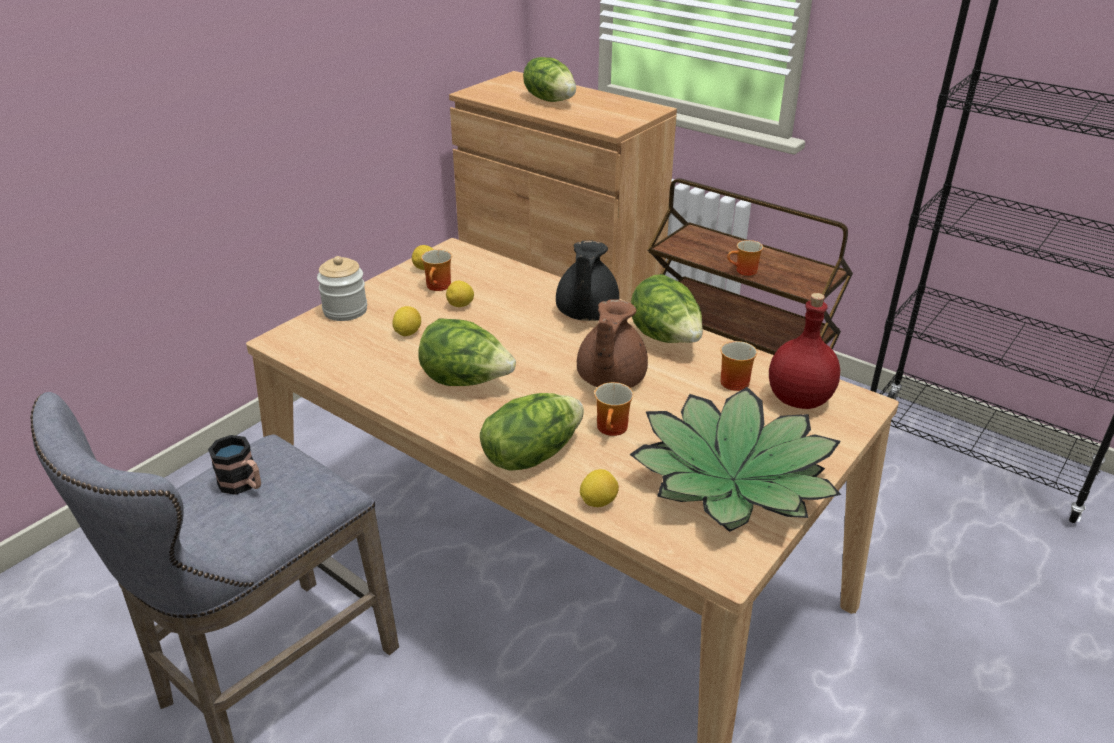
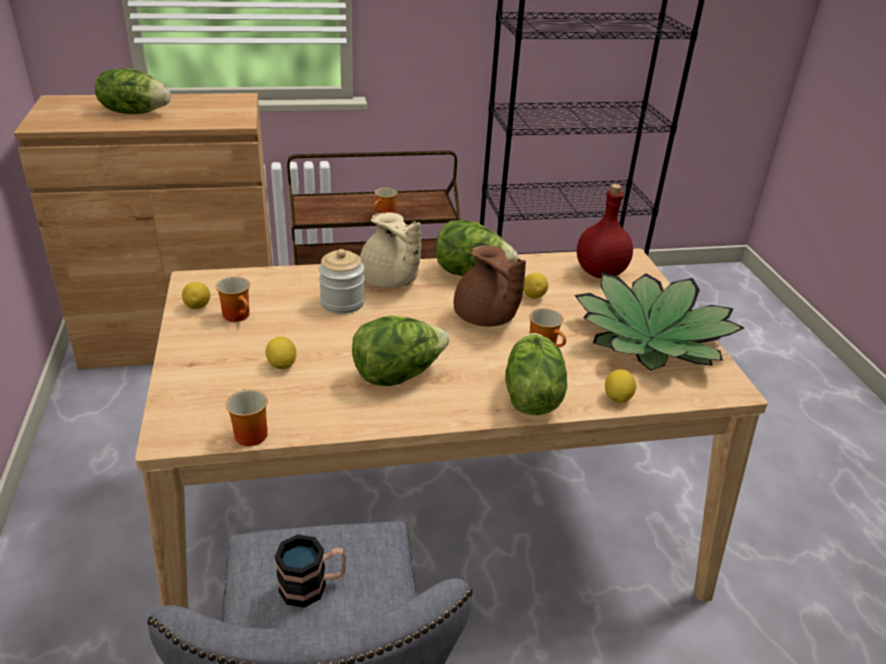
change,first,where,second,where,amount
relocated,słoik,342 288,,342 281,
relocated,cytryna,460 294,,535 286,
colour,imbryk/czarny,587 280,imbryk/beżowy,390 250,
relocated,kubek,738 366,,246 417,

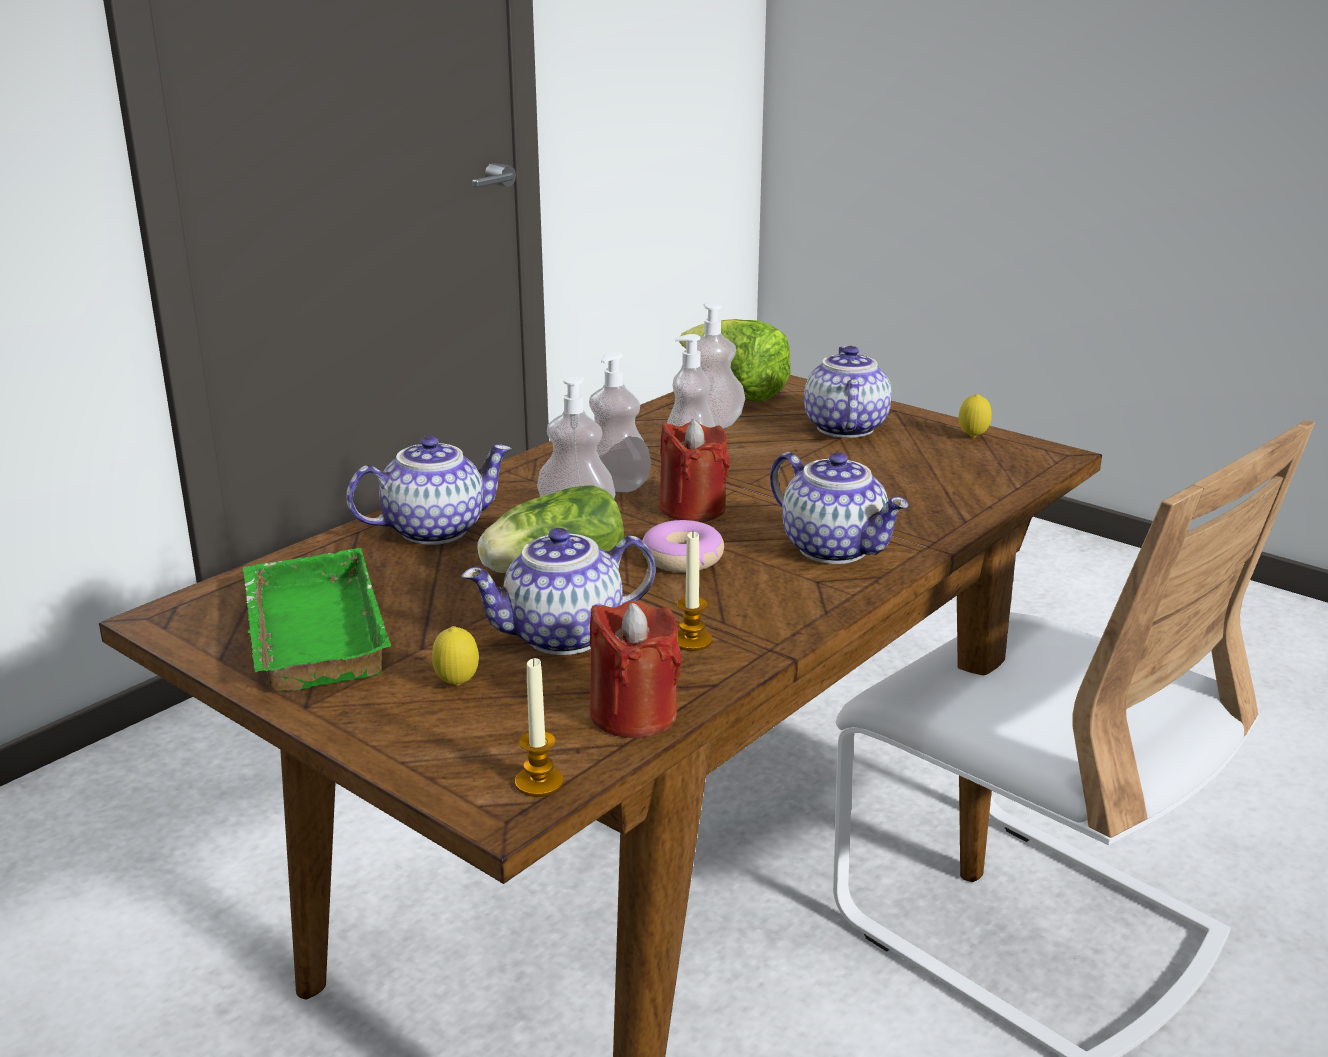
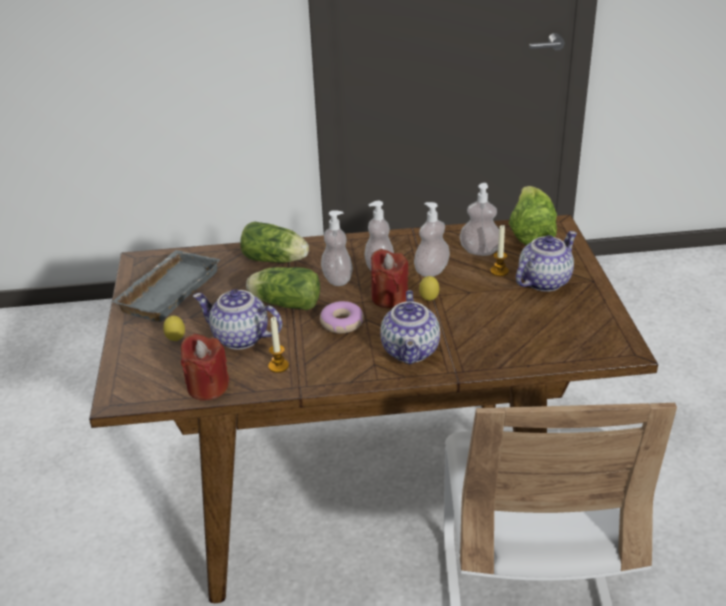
change,first,where,second,where,amount
colour,taca/zielony,316 620,taca/szary,166 286,
exchanged,imbryk,429 490,sałata,274 242,
relocated,świeca,539 727,,499 250,
relocated,cytryna,975 416,,429 288,

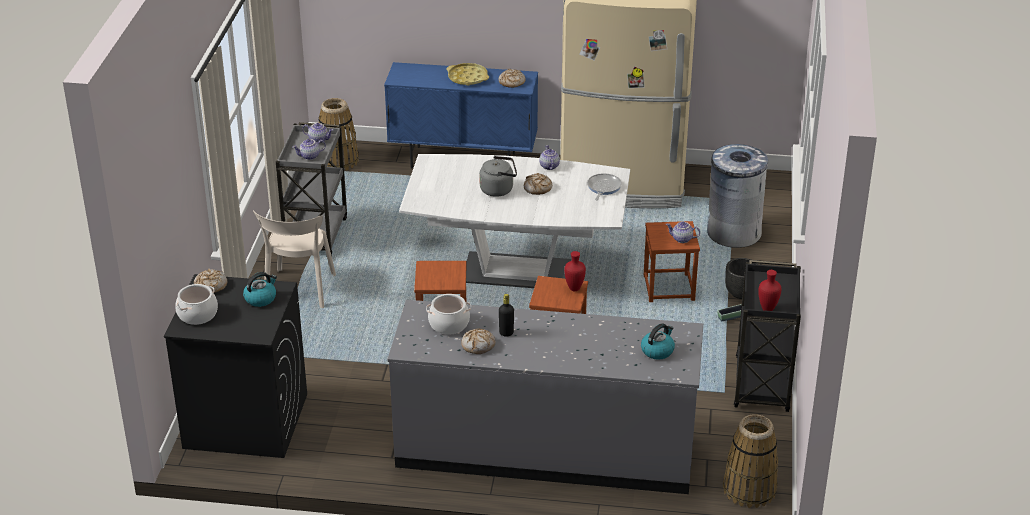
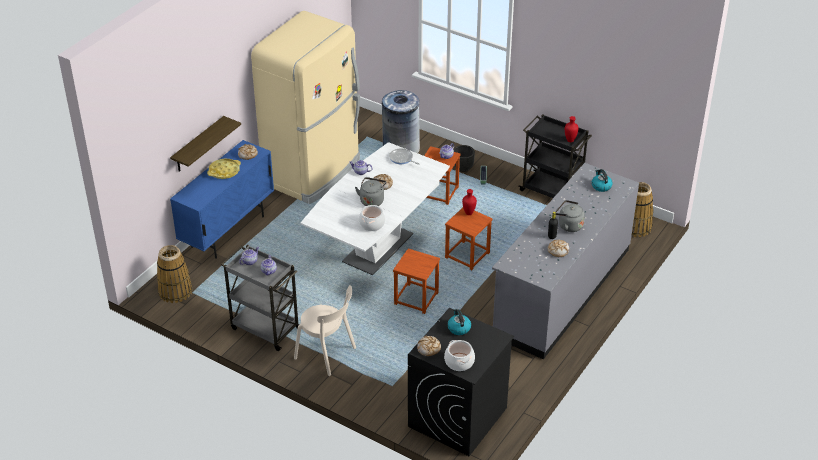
change,first,where,second,where,amount
relocated,garnek,448 314,,372 218,
appeared,,,półka,205 144,
appeared,,,czajnik/szary,570 216,

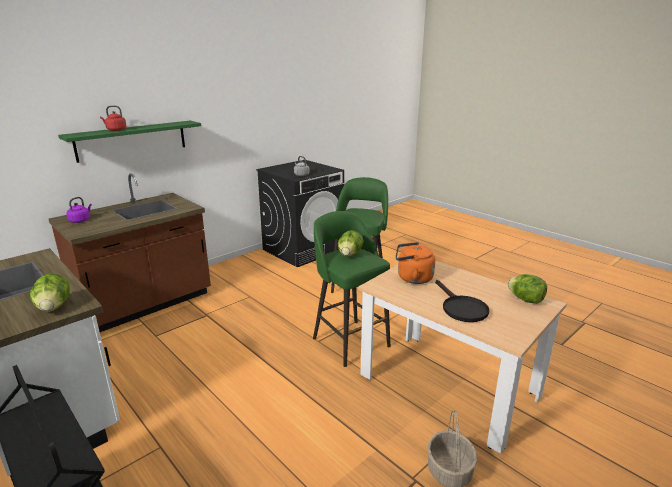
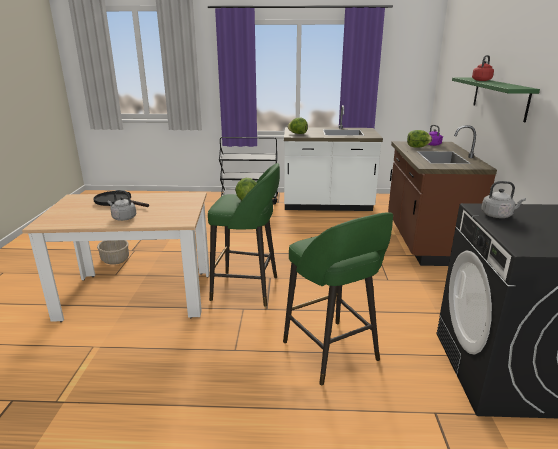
change,first,where,second,where,amount
missing,czajnik/pomarańczowy,415 263,,,
relocated,sałata,527 289,,419 139,
appeared,,,czajnik/szary,122 205,

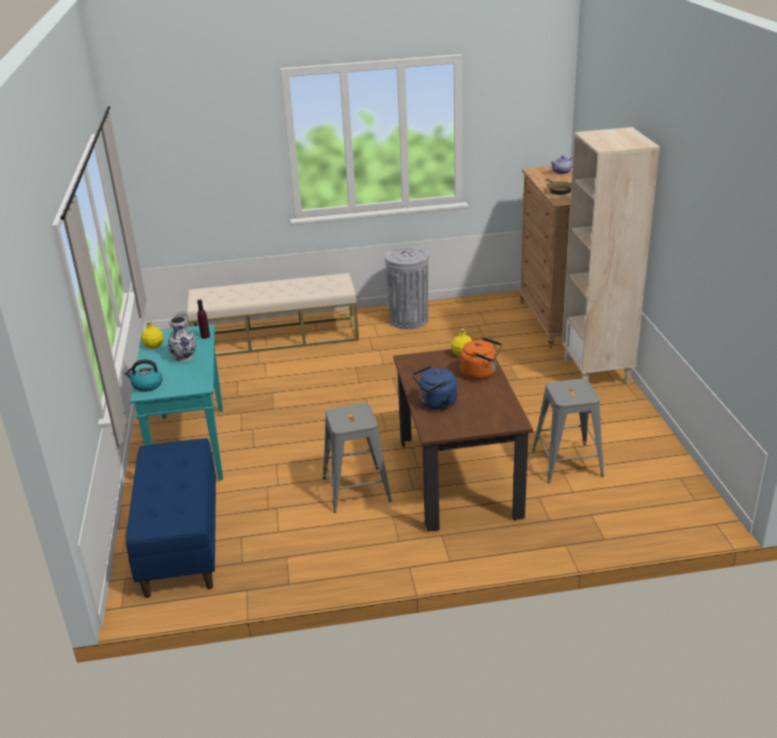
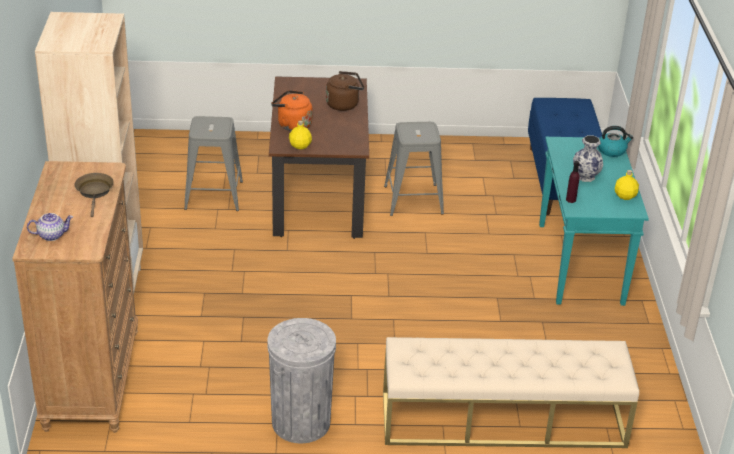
change,first,where,second,where,amount
colour,czajnik/niebieski,434 388,czajnik/brązowy,345 91,

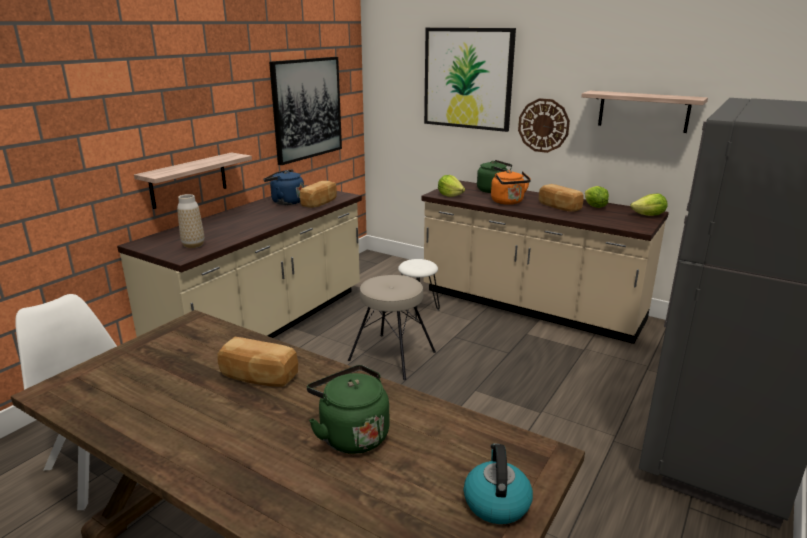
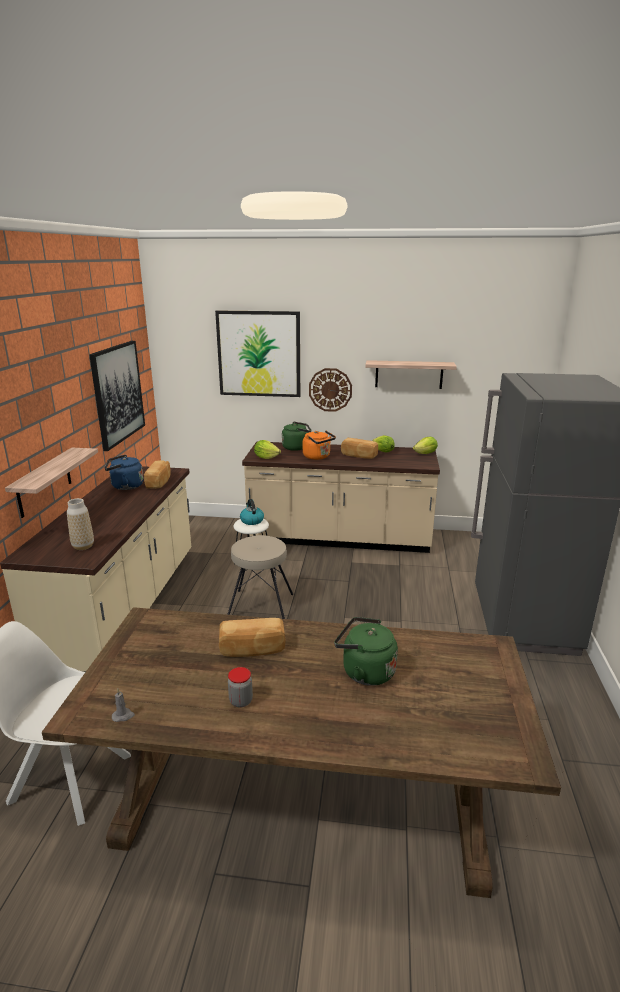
change,first,where,second,where,amount
relocated,czajnik,498 484,,252 512,
appeared,,,świeca/szary,123 705,
appeared,,,słoik,240 687,

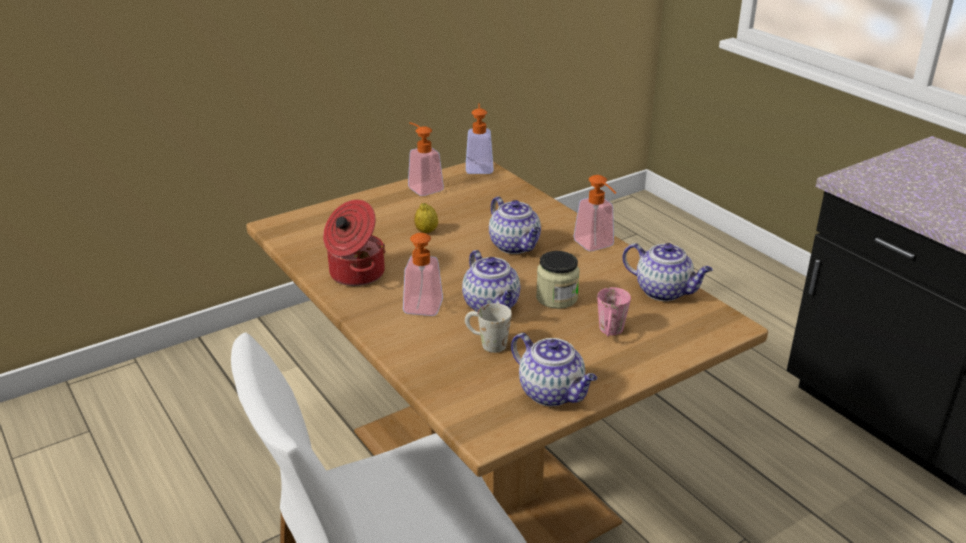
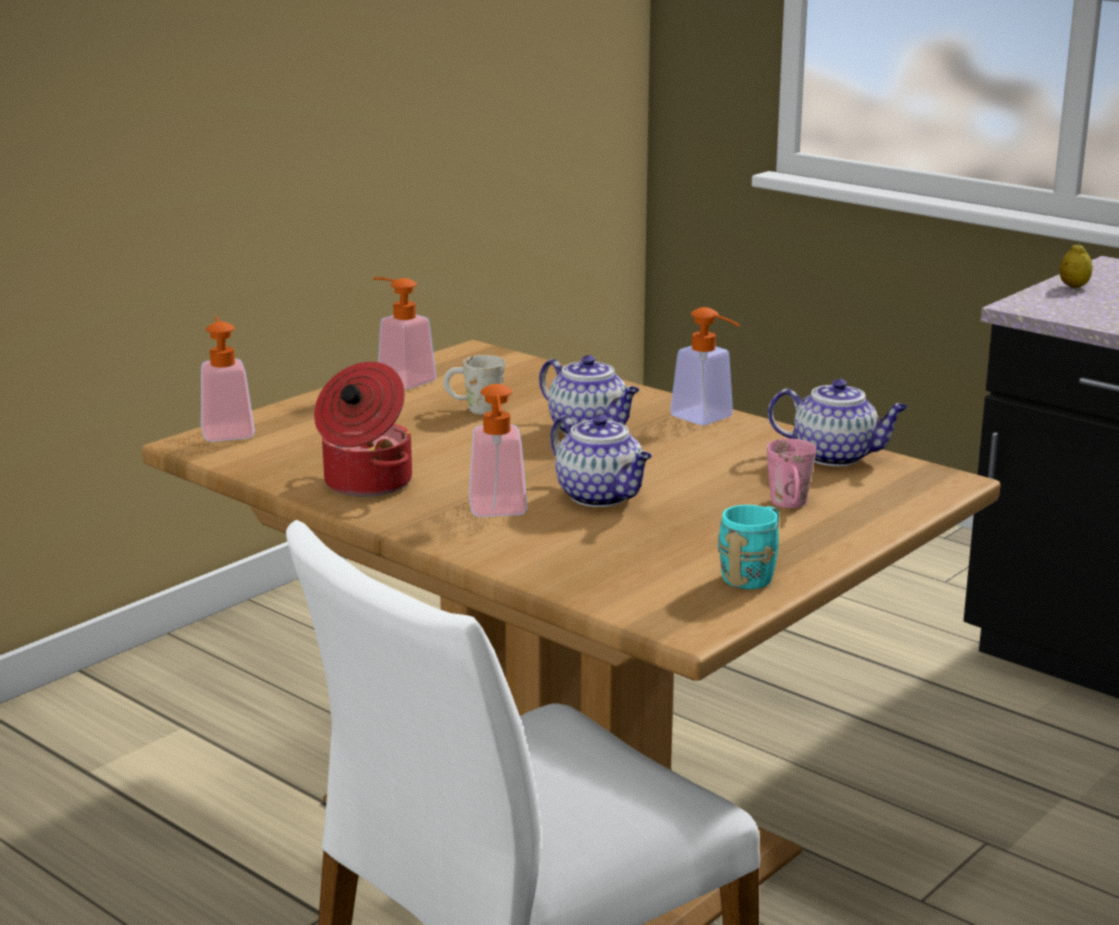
change,first,where,second,where,amount
relocated,cytryna,426 218,,1076 266,
relocated,kubek/biały,488 328,,474 385,
relocated,dozownik mydła,480 138,,228 379,
exchanged,imbryk,554 369,kubek/turkusowy,748 547,
missing,słoik,558 280,,,

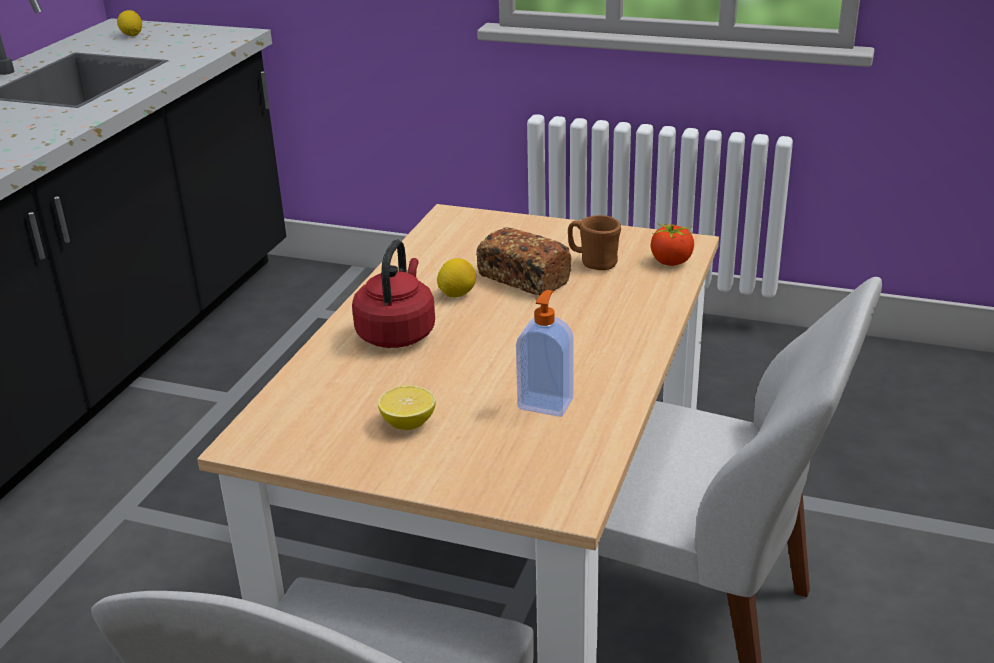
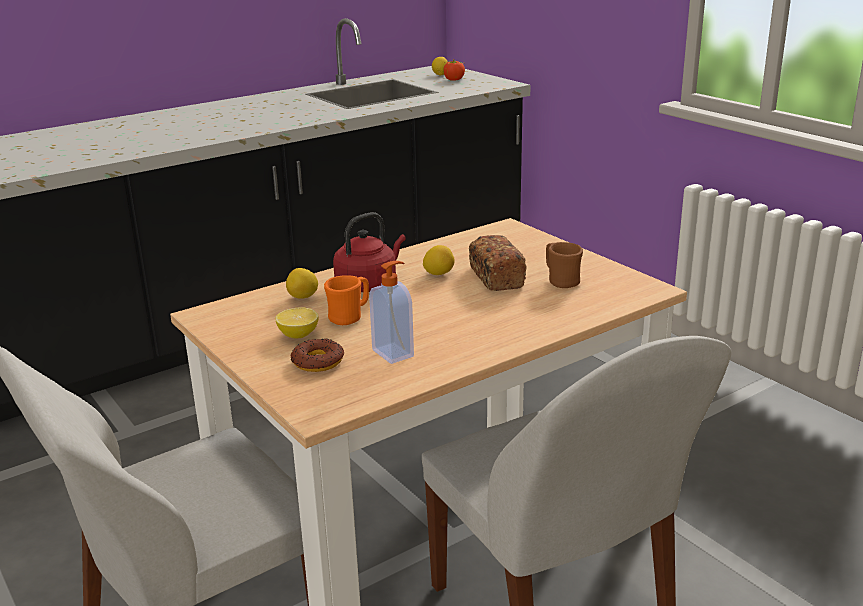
change,first,where,second,where,amount
relocated,pomidor,672 244,,454 70,
appeared,,,cytryna,302 283,
appeared,,,donut,317 355,
appeared,,,kubek/pomarańczowy,346 300,

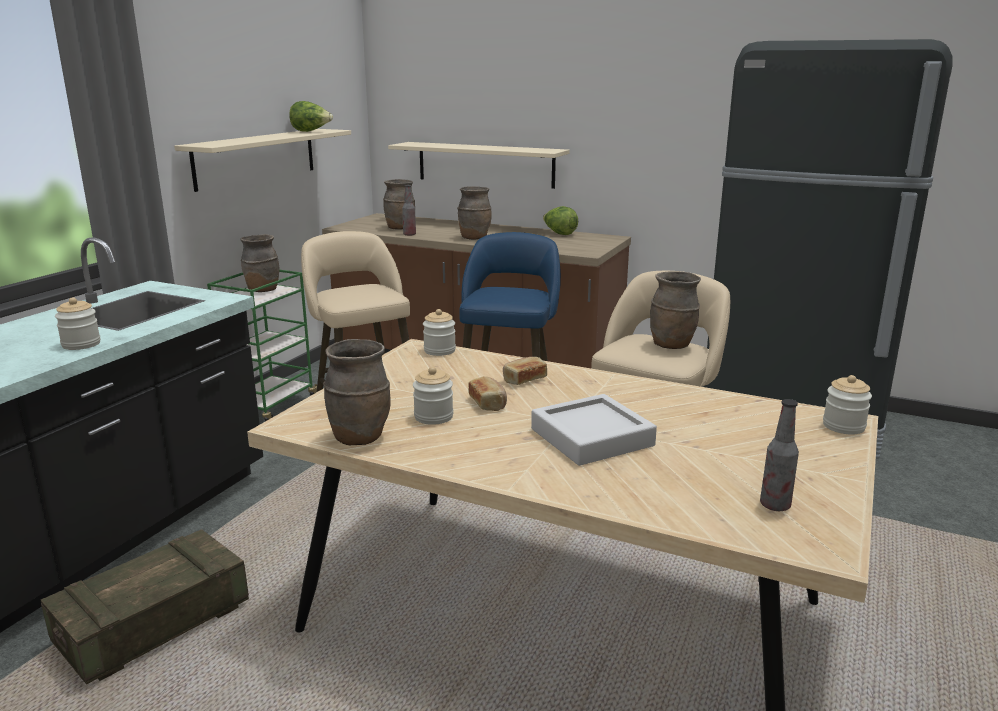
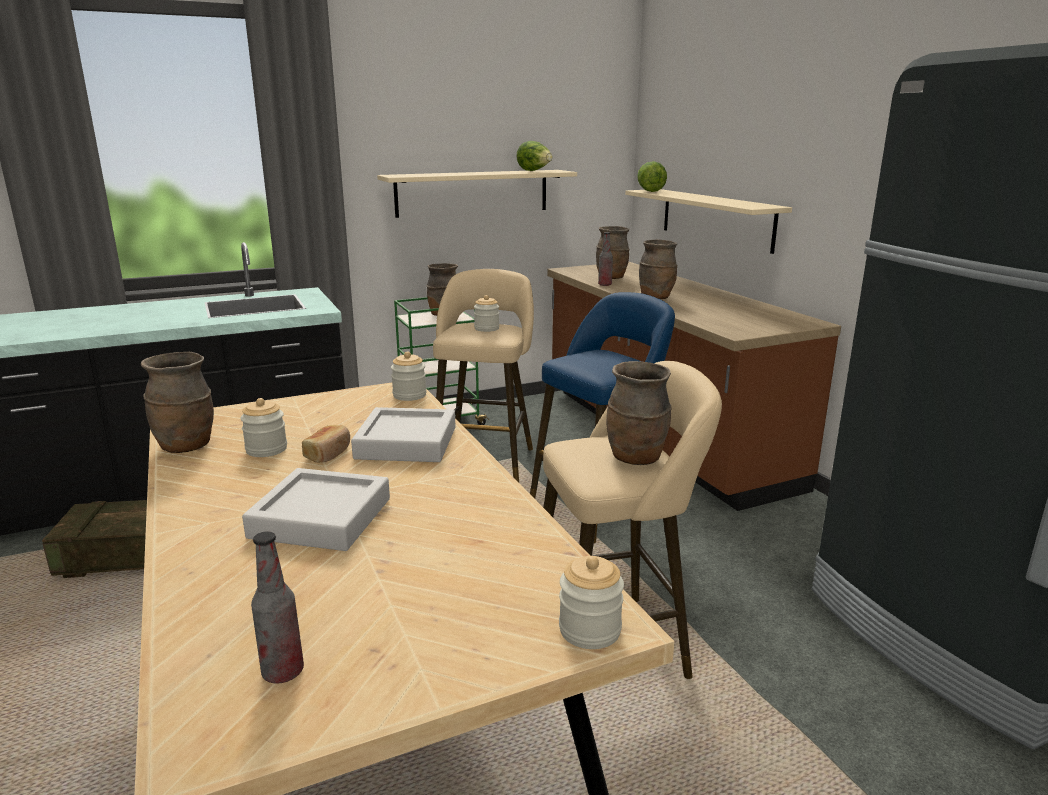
change,first,where,second,where,amount
relocated,słoik,78 323,,486 313,
exchanged,chleb,525 371,taca/szary,403 434,
relocated,sałata,560 220,,652 176,

